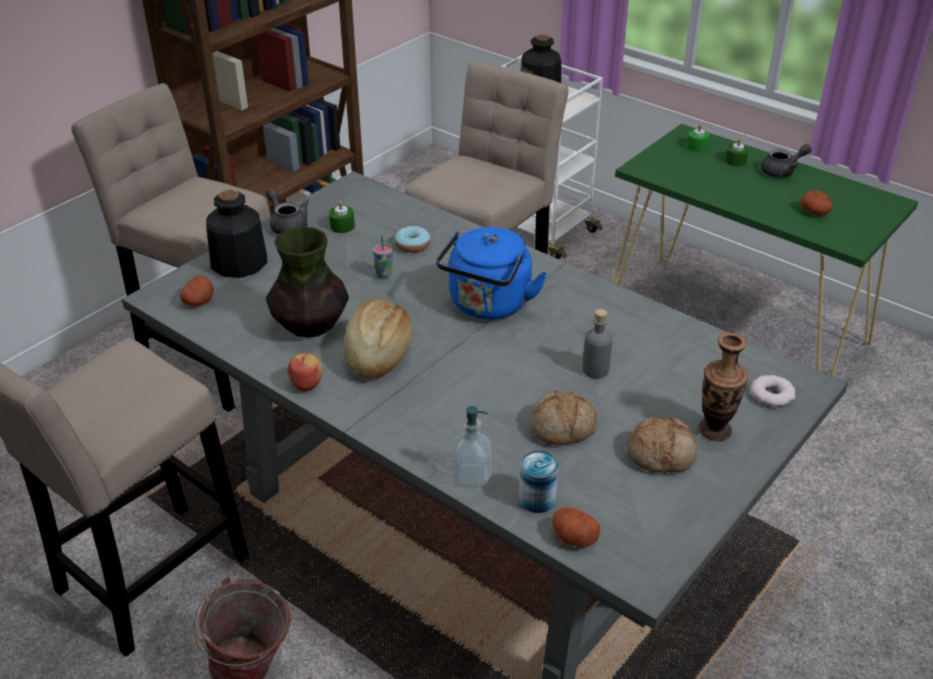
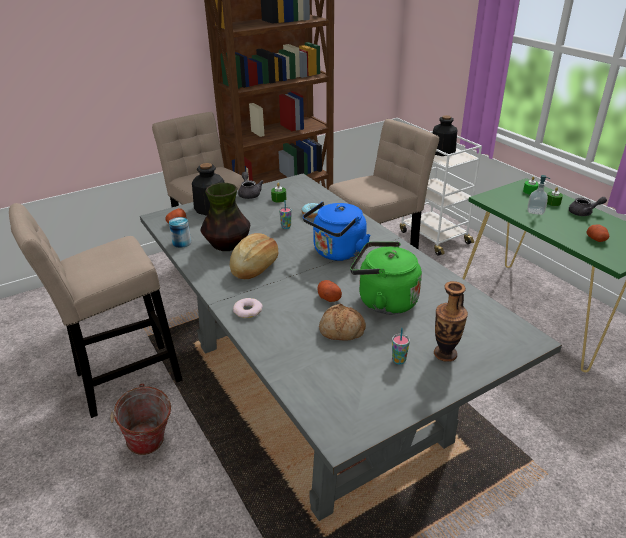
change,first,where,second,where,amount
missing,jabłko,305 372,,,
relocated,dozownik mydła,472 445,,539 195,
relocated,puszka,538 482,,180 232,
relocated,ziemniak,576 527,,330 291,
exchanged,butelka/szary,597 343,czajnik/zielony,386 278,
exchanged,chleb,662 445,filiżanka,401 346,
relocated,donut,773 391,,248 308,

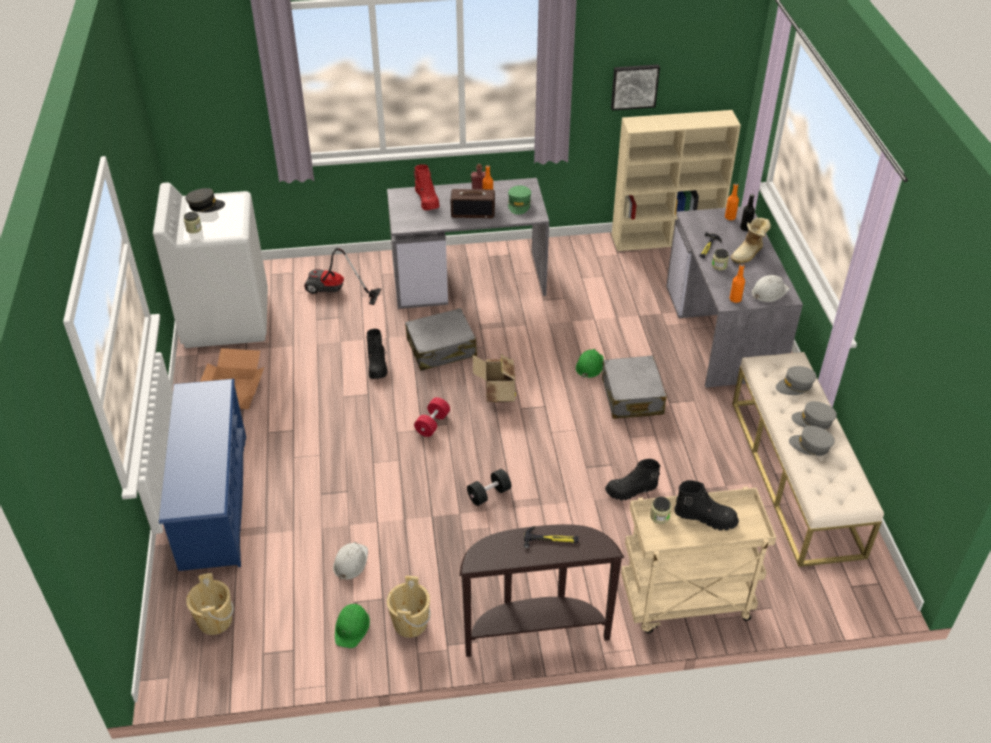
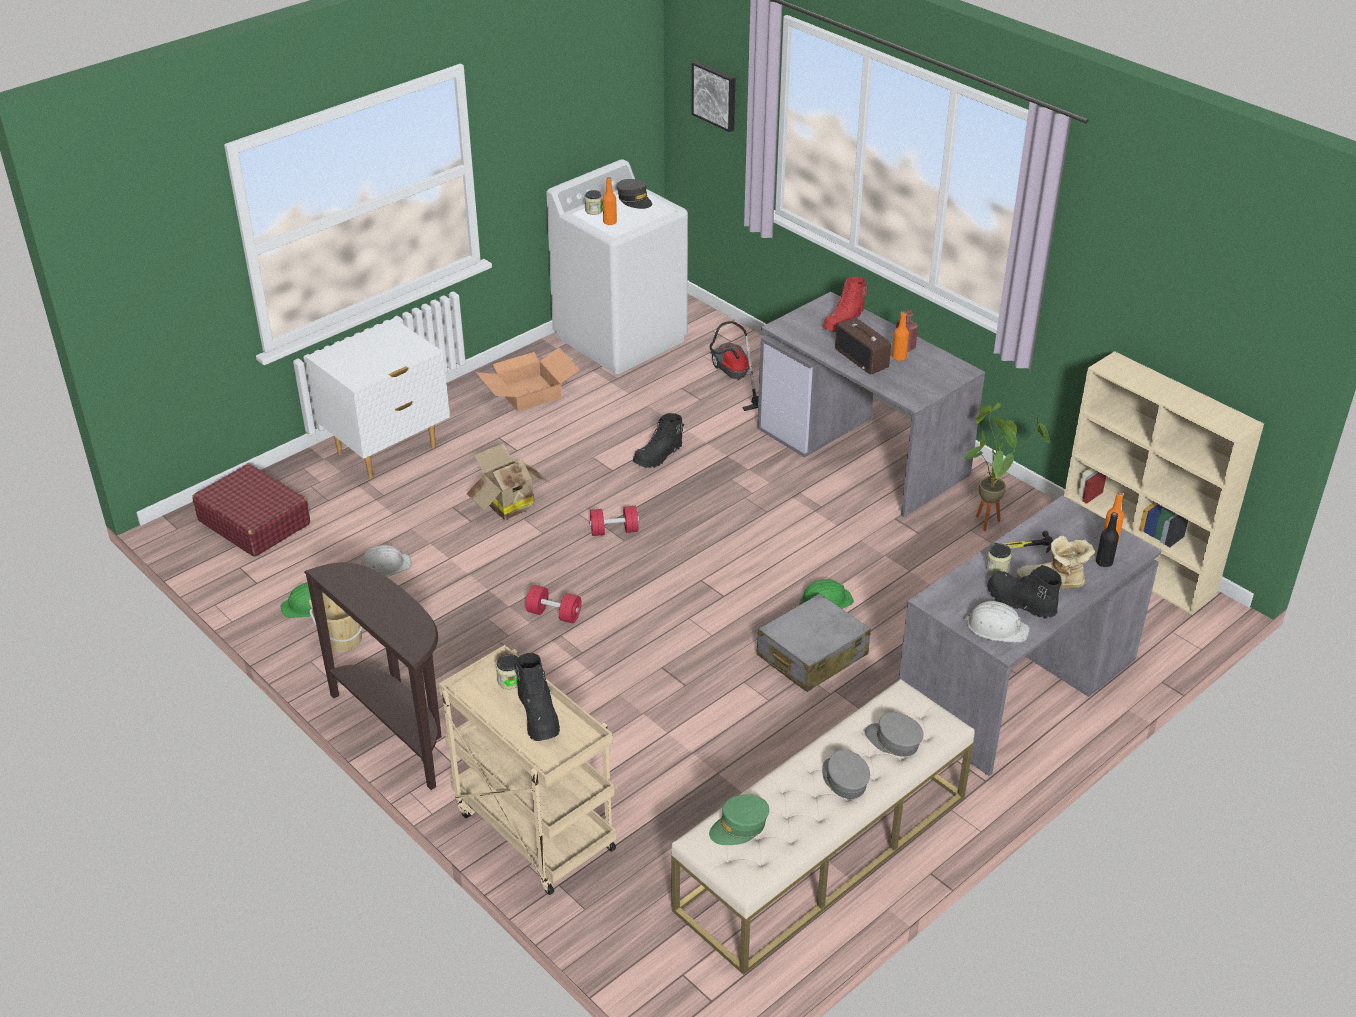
change,first,where,second,where,amount
exchanged,regał na buty/niebieski,202 475,szafka nocna/biały,377 398,
exchanged,wiadro/beżowy,210 604,walizka/czerwony,251 510,
missing,walizka/szary,441 339,,,
colour,hantel/czarny,489 487,hantel/czerwony,553 604,
relocated,karton,494 378,,507 481,
relocated,czapka z daszkiem/zielony,519 200,,739 819,
missing,młotek,551 537,,,
relocated,but z cholewką/czarny,632 479,,1024 592,
relocated,obraz,635 87,,713 96,
relocated,butelka/pomarańczowy,737 283,,610 201,
missing,czapka z daszkiem/szary,812 441,,,
appeared,,,roślina doniczkowa,1006 467,

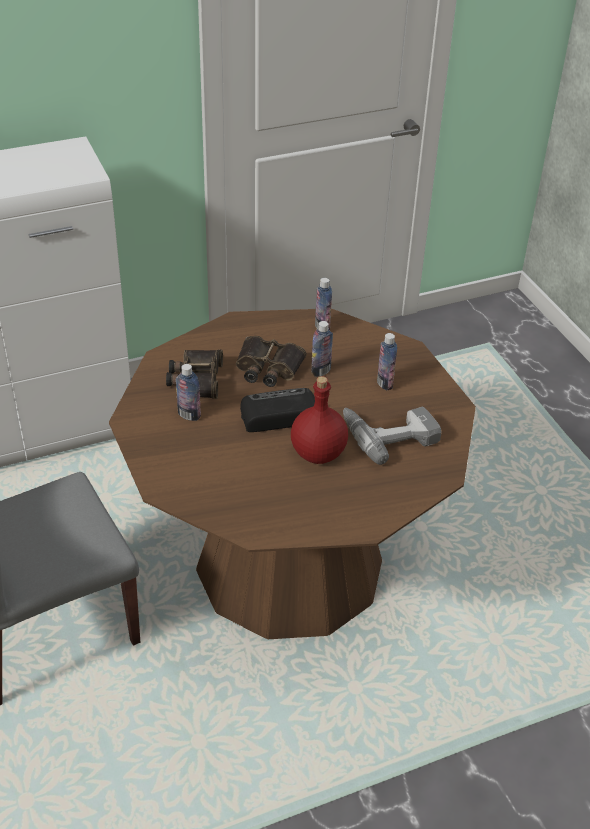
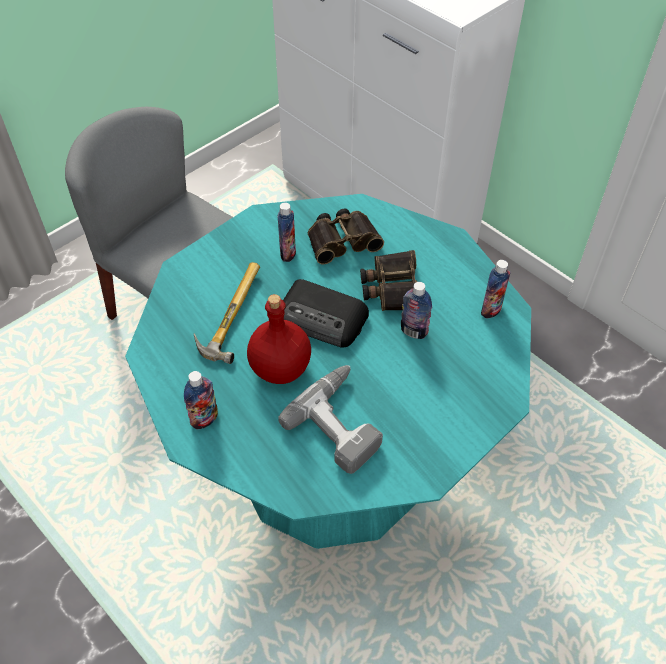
change,first,where,second,where,amount
colour,stół jadalny/brązowy,292 473,stół jadalny/turkusowy,328 371,
spun,radio,277 410,,326 313,150 degrees clockwise
relocated,butelka,387 361,,201 400,
appeared,,,młotek,227 313,

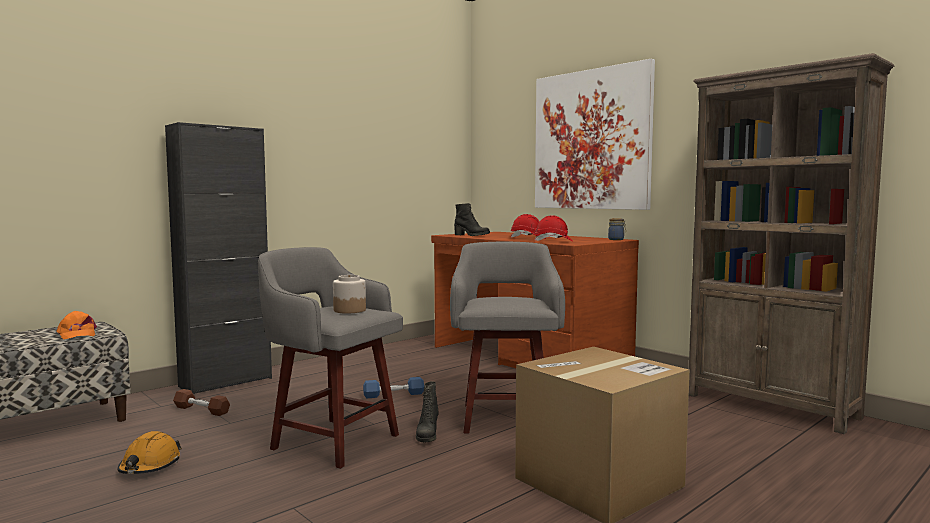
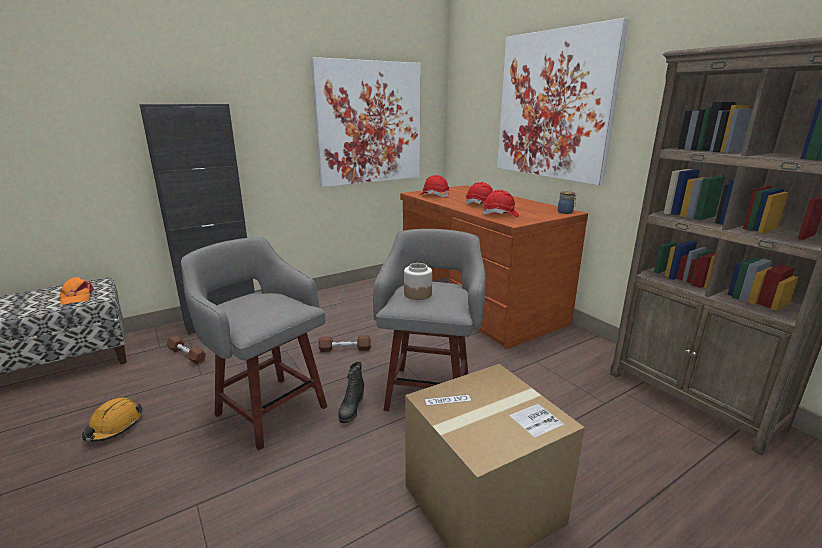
change,first,where,second,where,amount
relocated,słoik,349 294,,418 281,
colour,hantel/niebieski,393 387,hantel/brązowy,344 343,
exchanged,but z cholewką/czarny,472 219,kask/czerwony,435 186,
appeared,,,obraz,366 122,

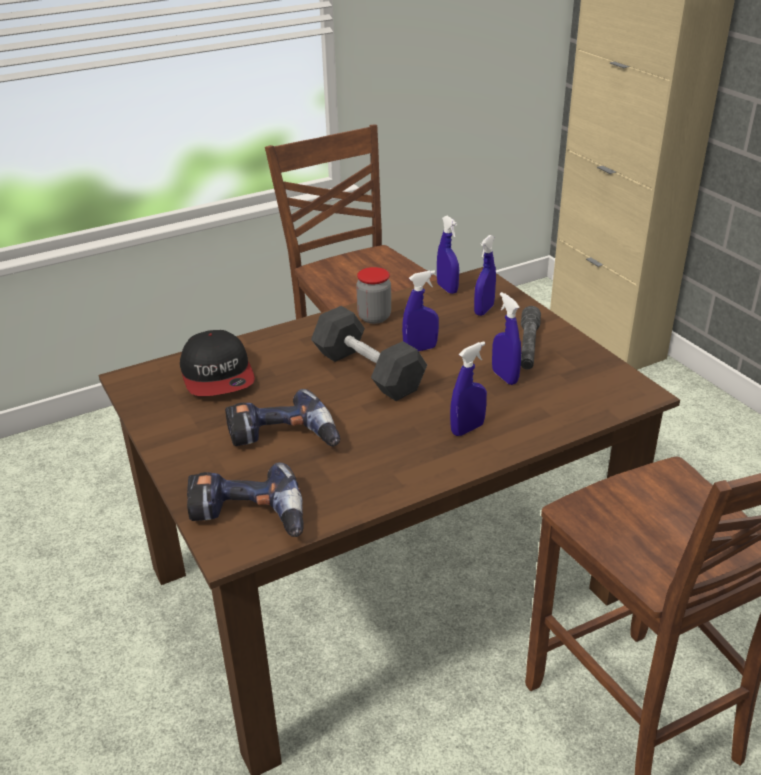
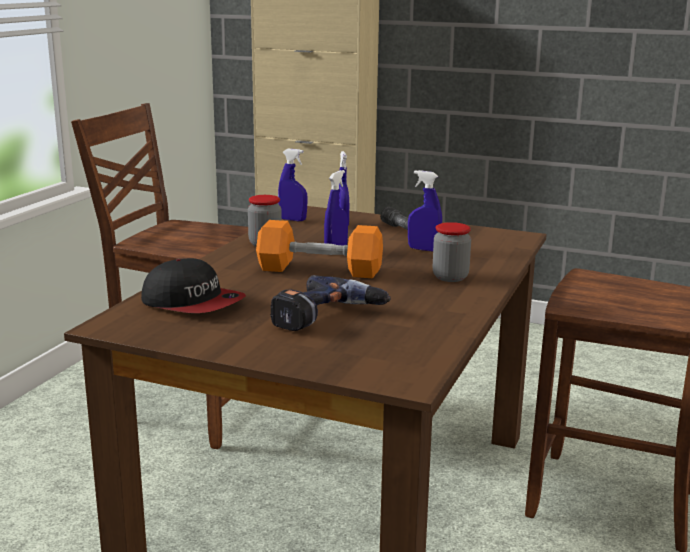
change,first,where,second,where,amount
missing,wiertarka,245 499,,,
colour,hantel/czarny,369 353,hantel/pomarańczowy,319 249,
exchanged,spryskiwacz/niebieski,468 388,słoik,452 252,

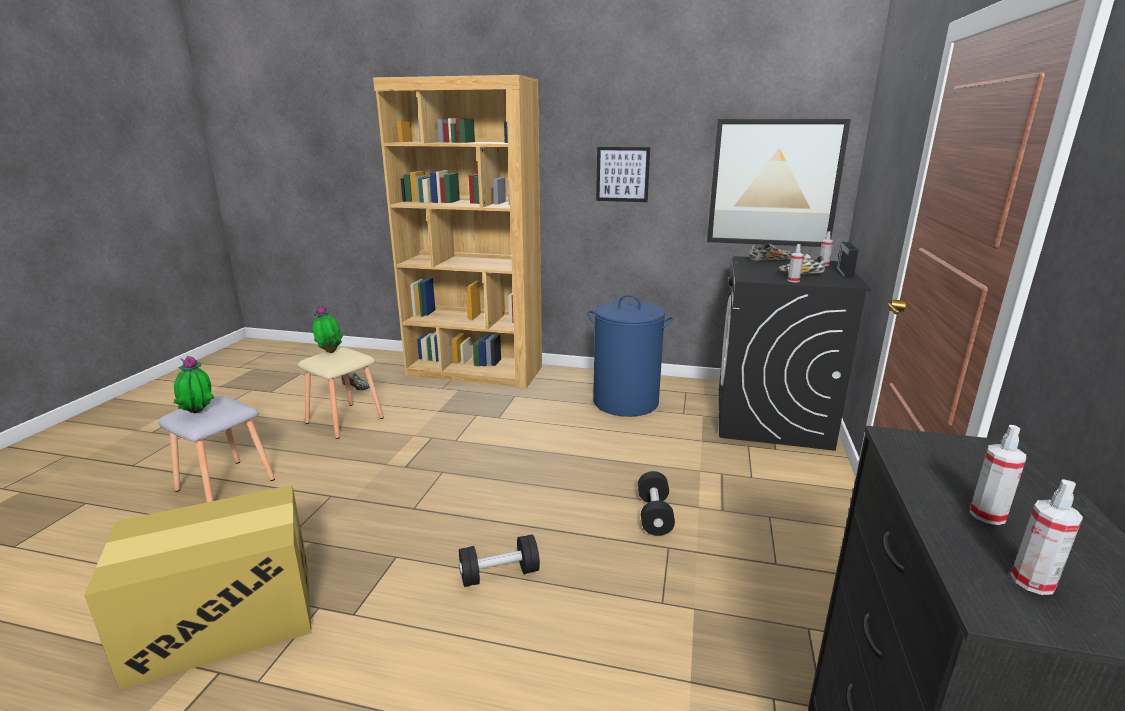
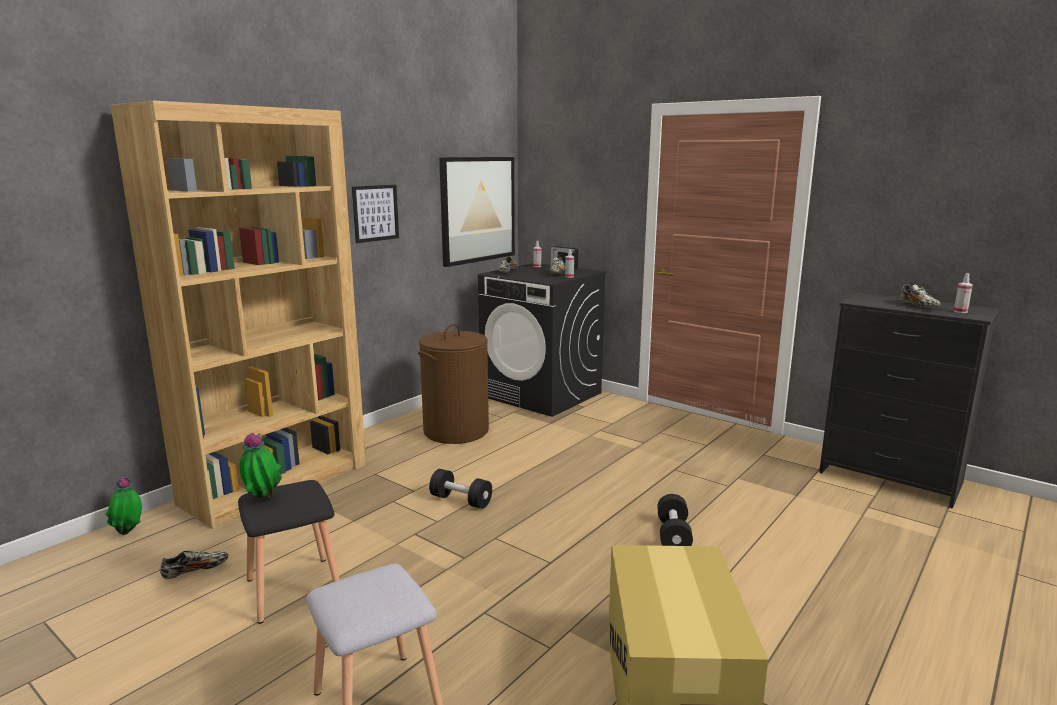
change,first,where,second,where,amount
relocated,roślina doniczkowa,193 384,,124 506,
colour,stołek/beżowy,341 393,stołek/czarny,289 552,
colour,kosz na pranie/niebieski,630 356,kosz na pranie/brązowy,453 384,
relocated,hantel/czarny,656 503,,460 489,
exchanged,spryskiwacz,998 475,but,920 295,

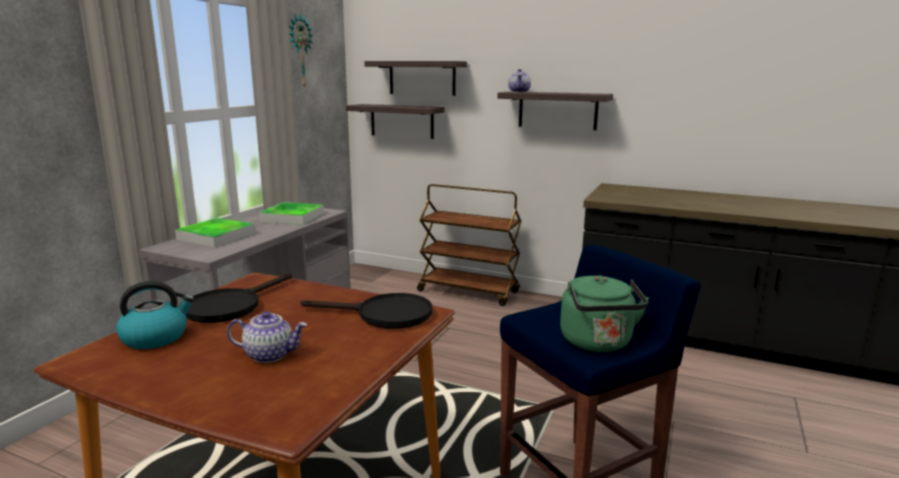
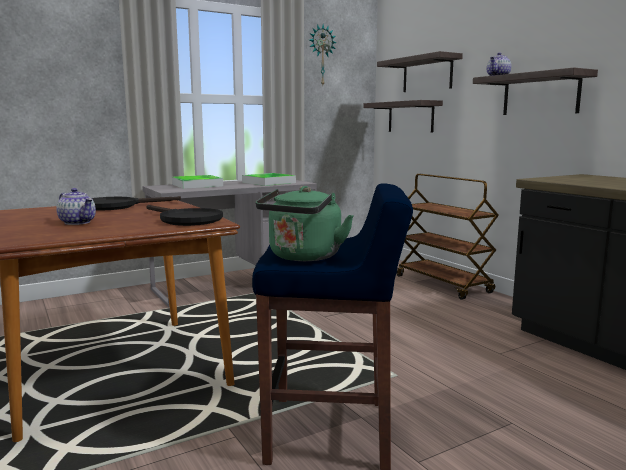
change,first,where,second,where,amount
missing,czajnik,155 315,,,

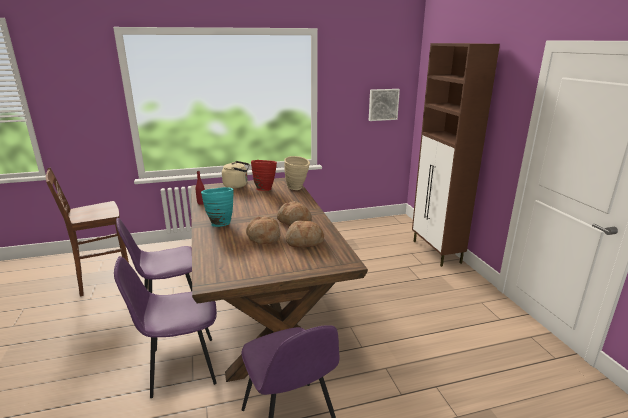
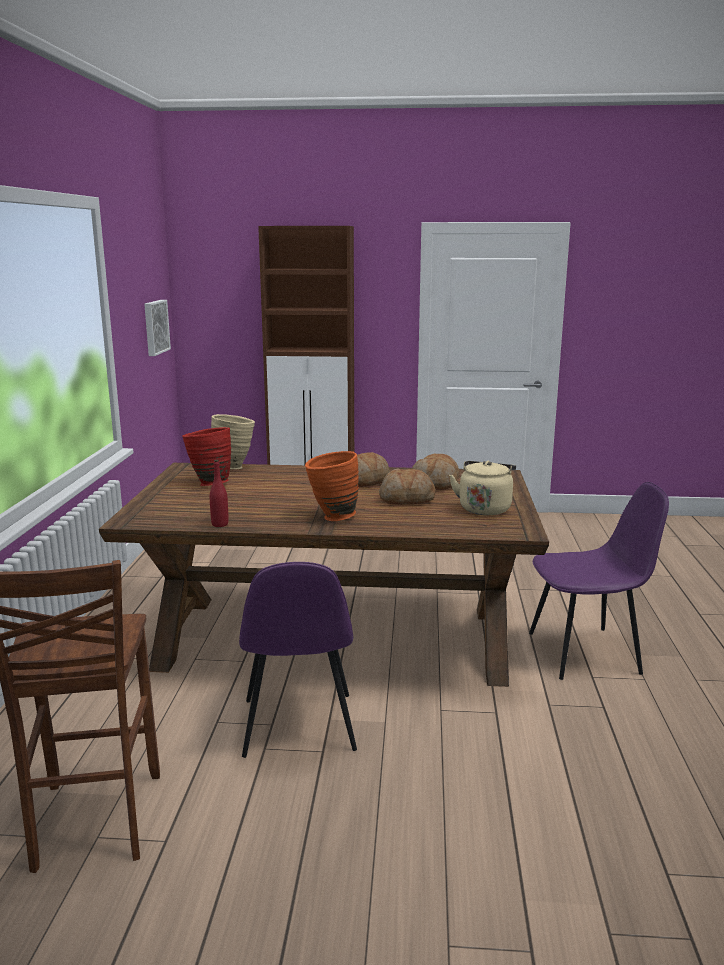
change,first,where,second,where,amount
missing,krzesło/fioletowy,165 327,,,
colour,wazon/turkusowy,217 207,wazon/pomarańczowy,332 486,
relocated,czajnik/beżowy,236 174,,482 488,

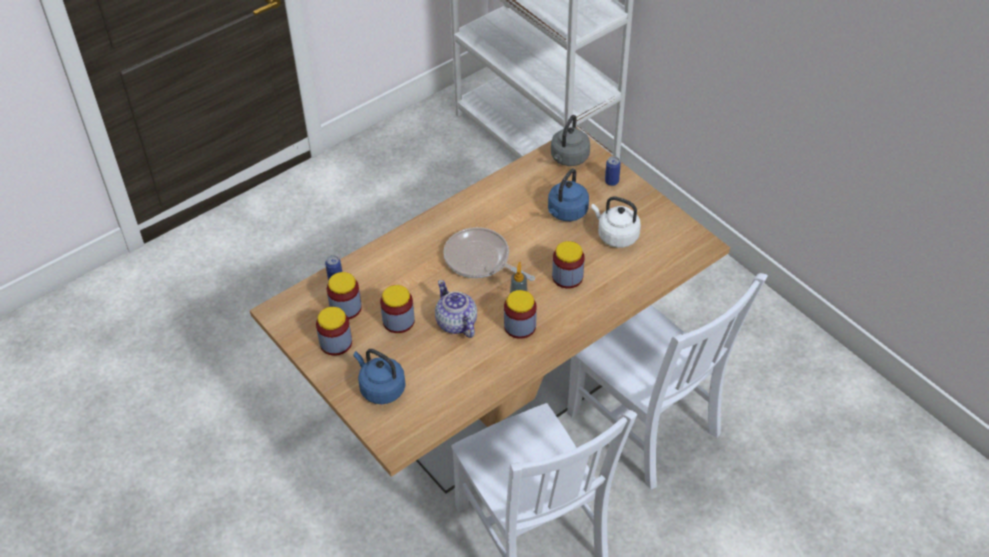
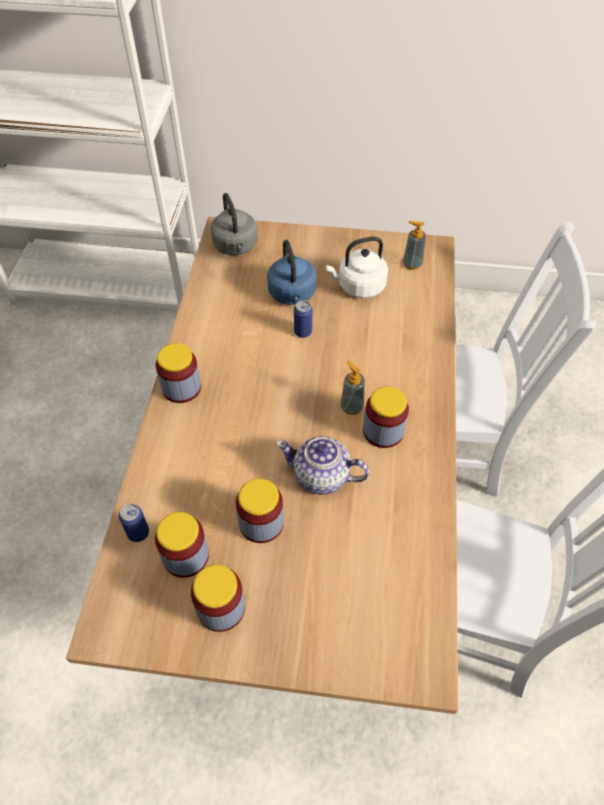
change,first,where,second,where,amount
missing,czajnik/niebieski,380 376,,,
missing,patelnia,489 254,,,
relocated,słoik,568 264,,178 373,
relocated,puszka,613 171,,303 319,
appeared,,,dozownik mydła,414 245,

